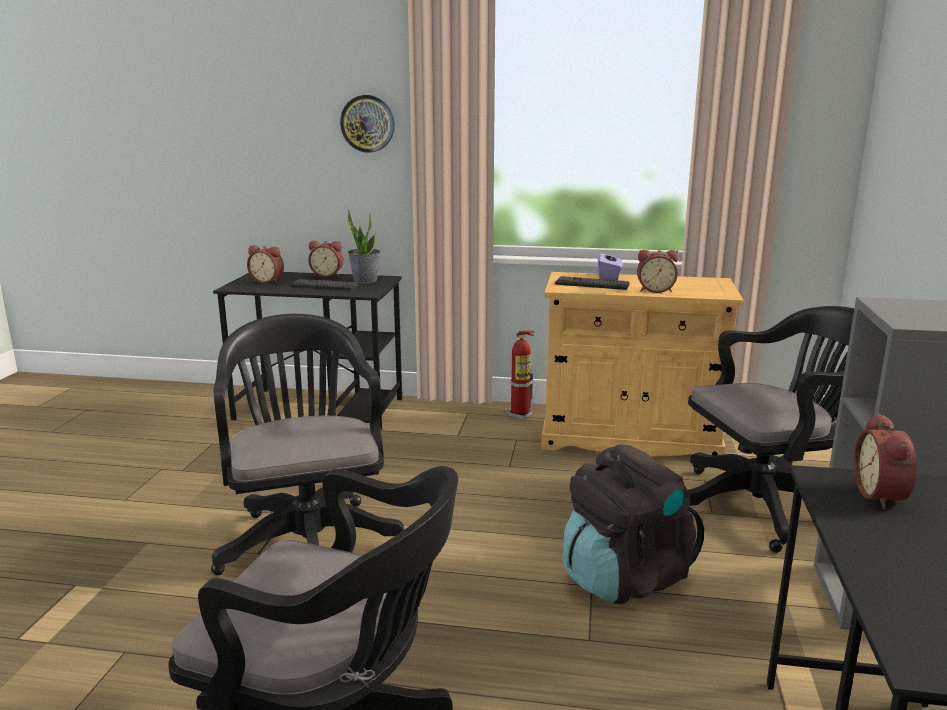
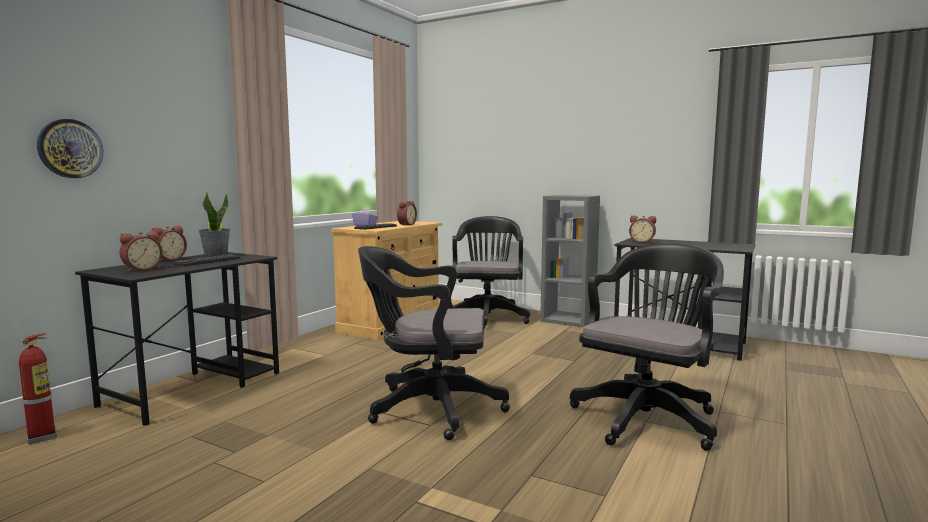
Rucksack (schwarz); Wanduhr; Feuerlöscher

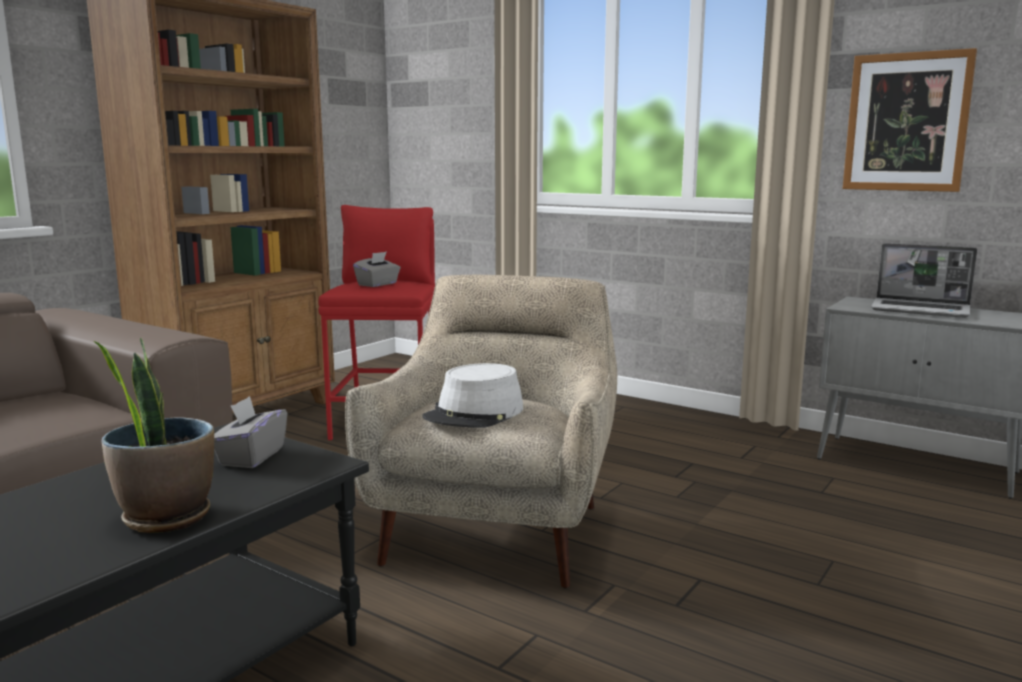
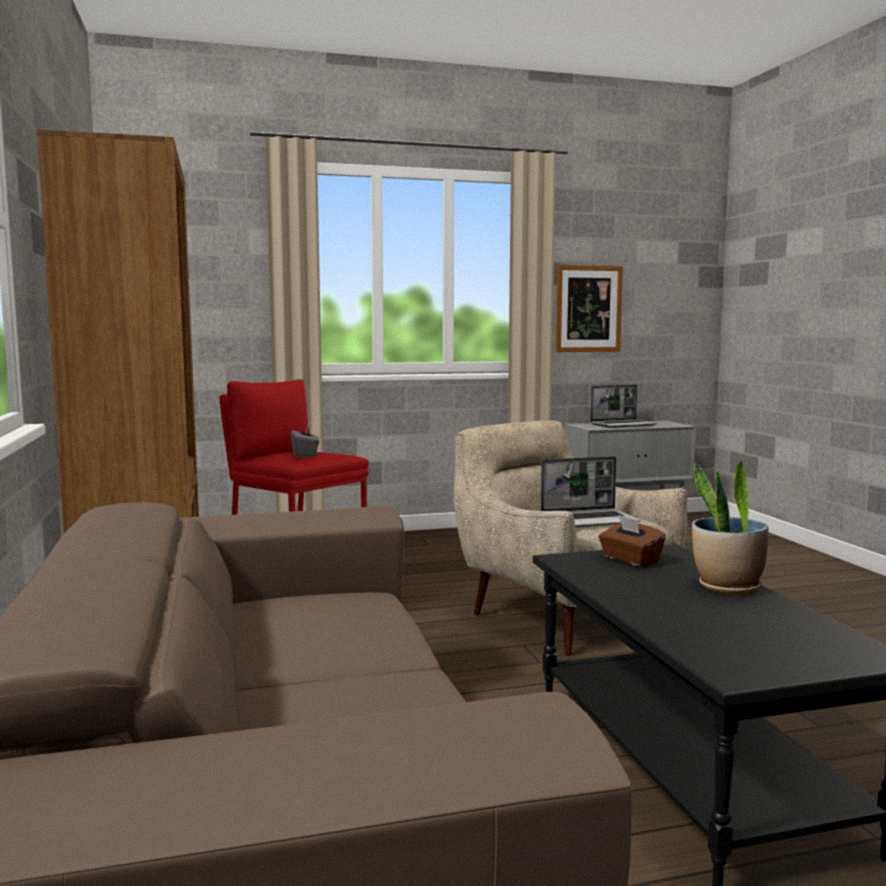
Laptop (1st from left); Taschentuchbox (braun)

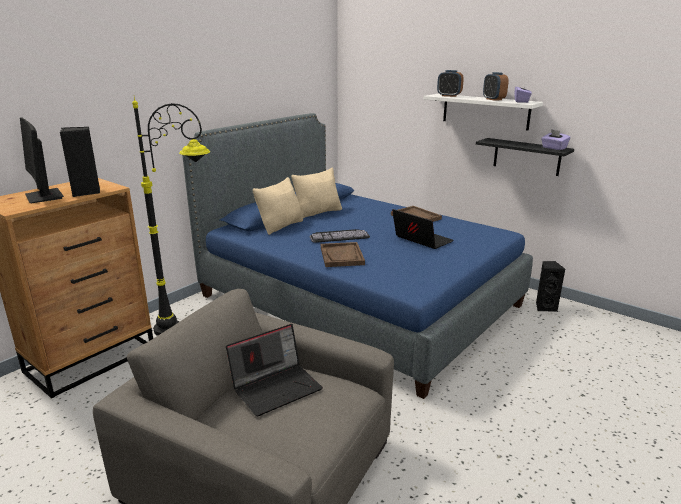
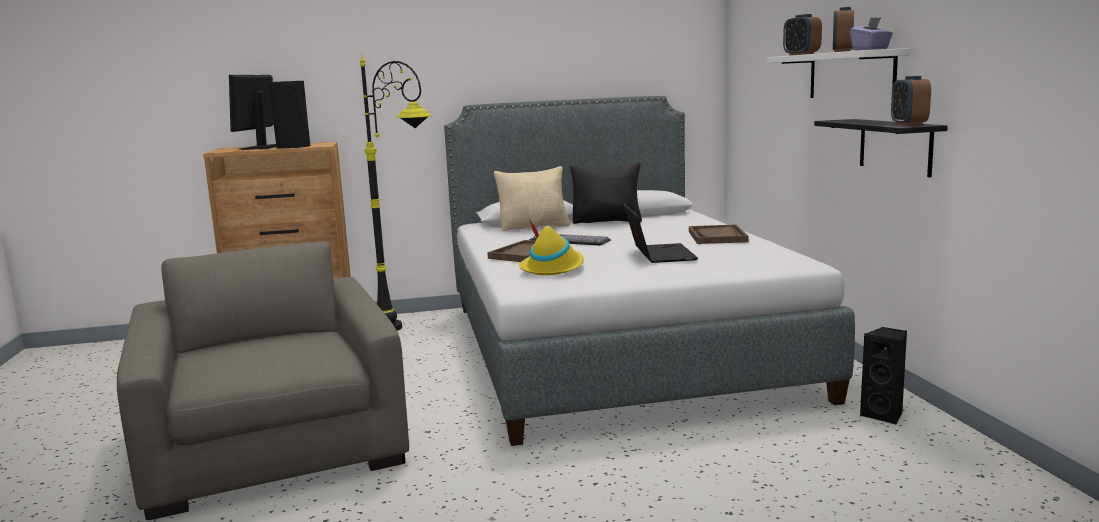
Laptop (1st from left in the first image); Hut (gelb); Wecker (3rd from left); Bett (grau); Kissen (schwarz)

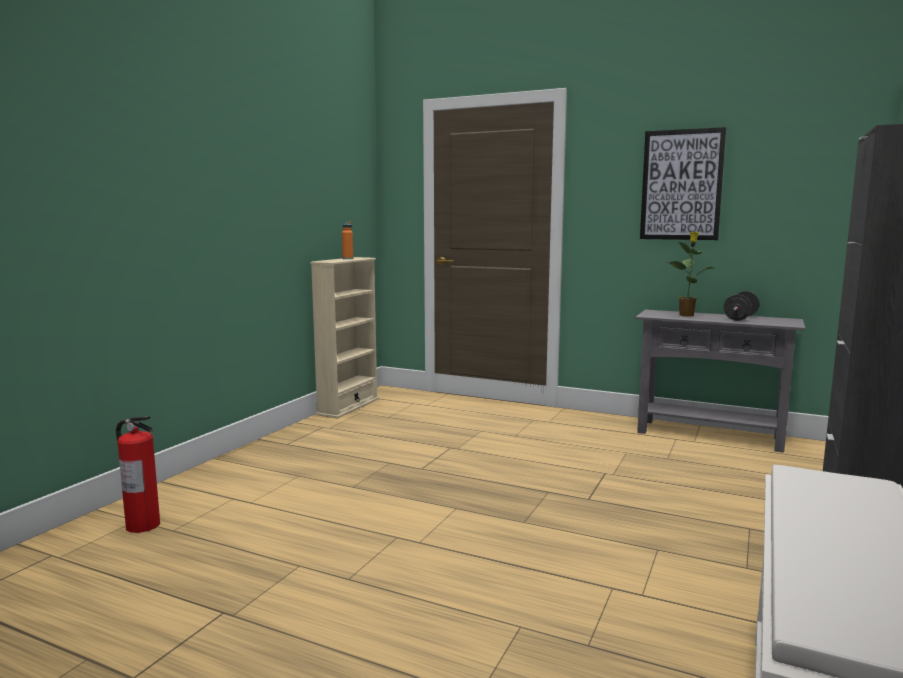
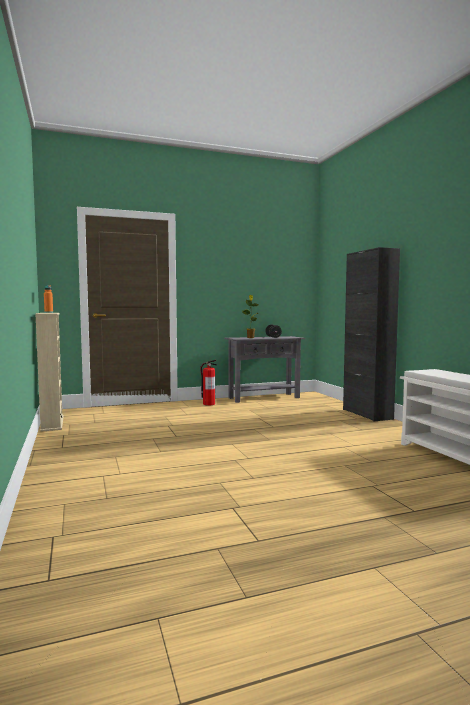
Bild; Feuerlöscher

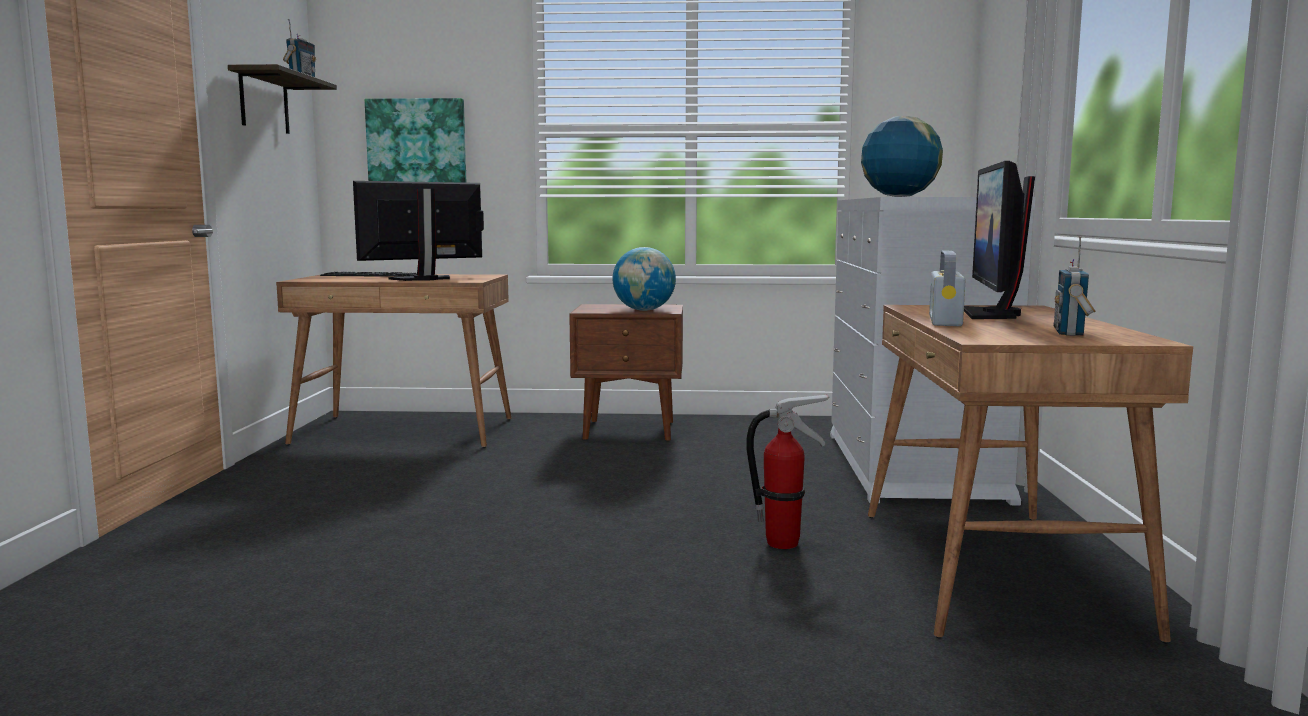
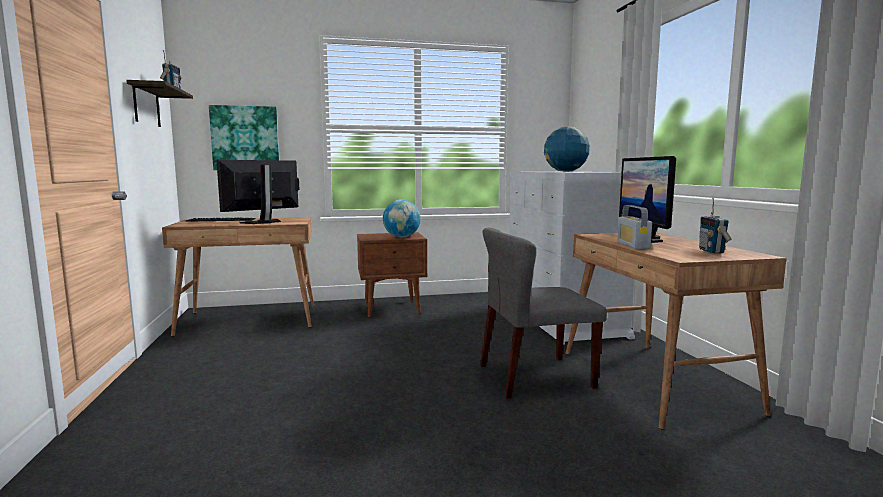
Stuhl (grau)

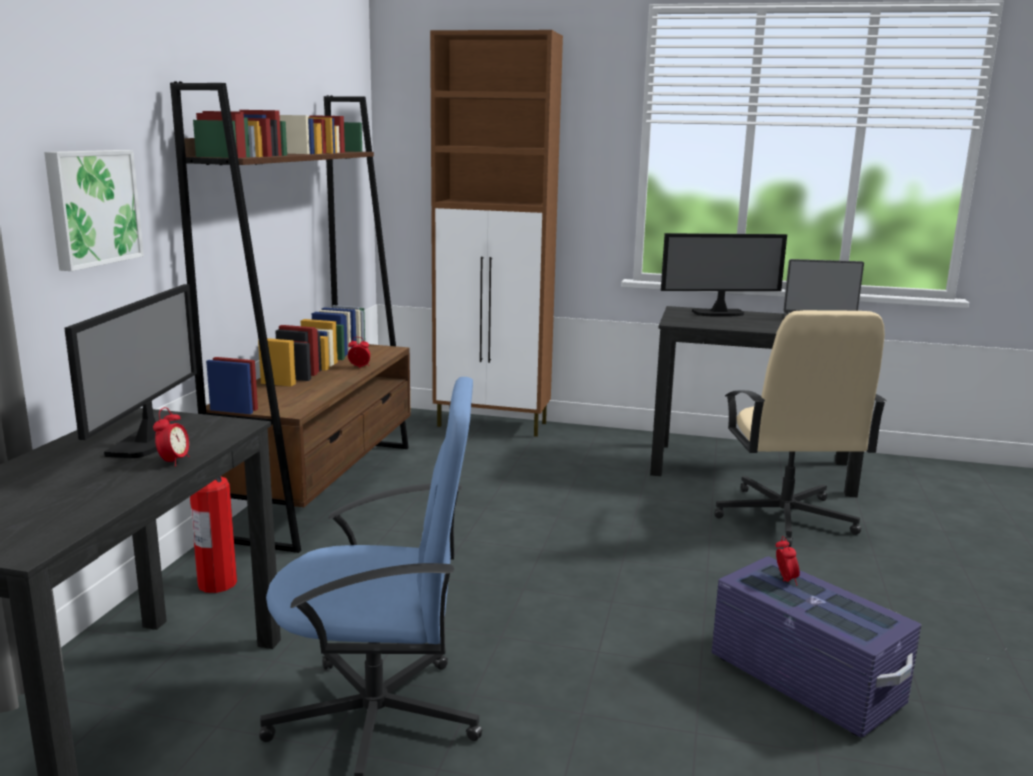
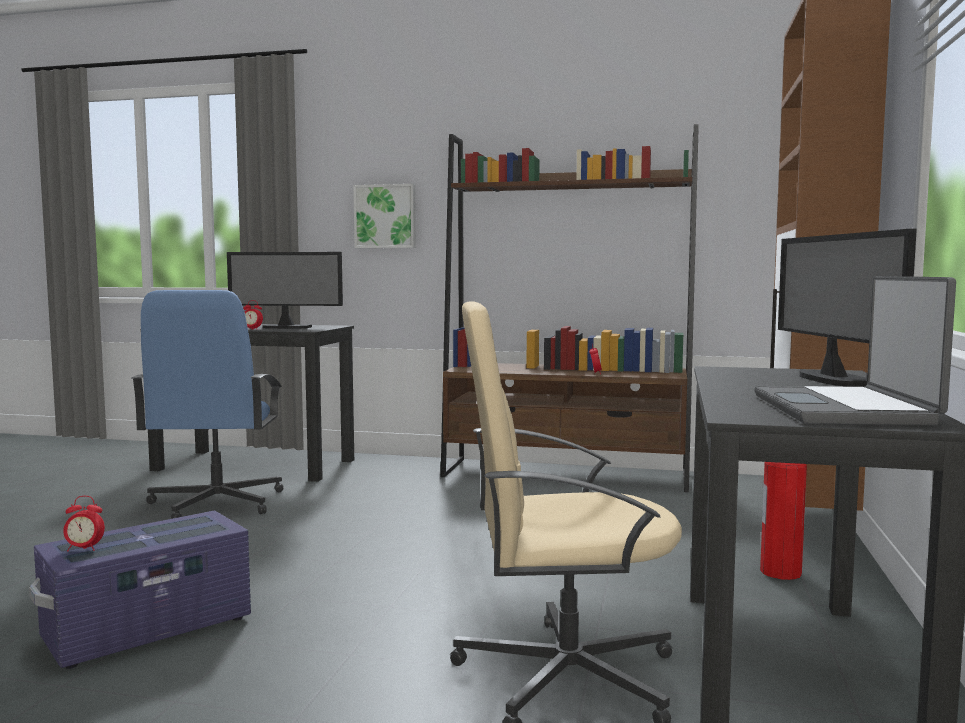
Feuerlöscher; Wecker (1st from left)

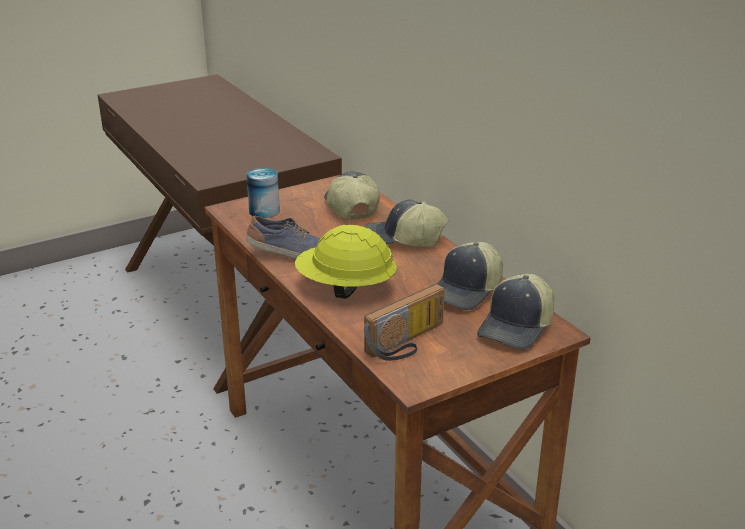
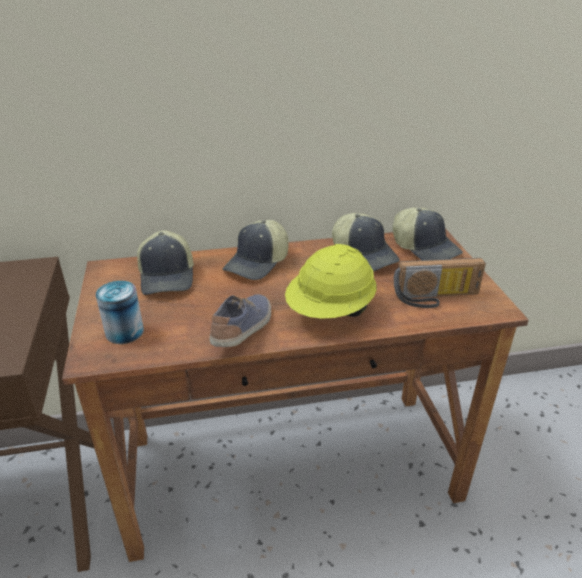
Kappe (1st from left); Radio

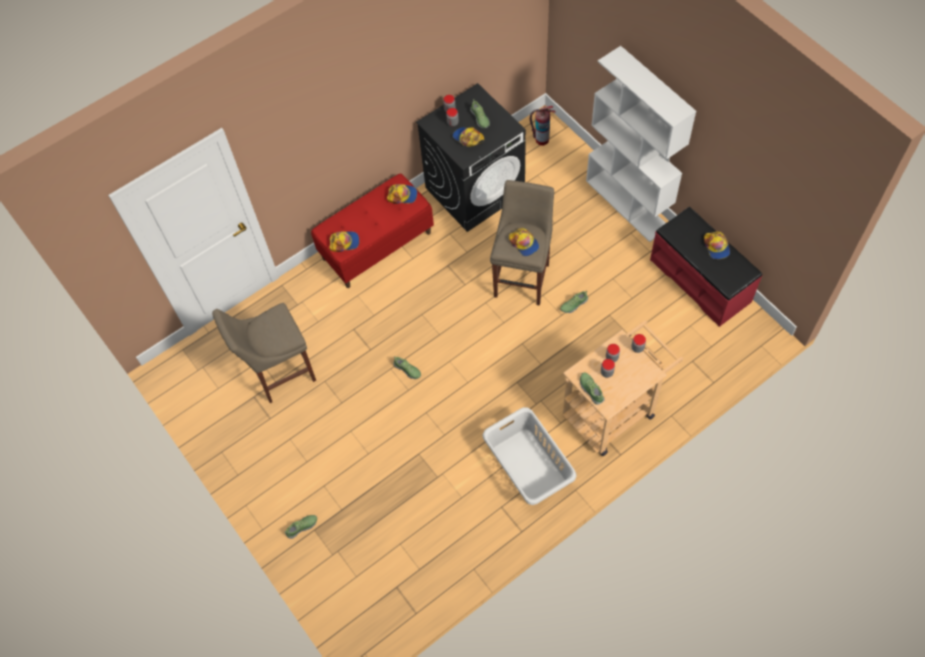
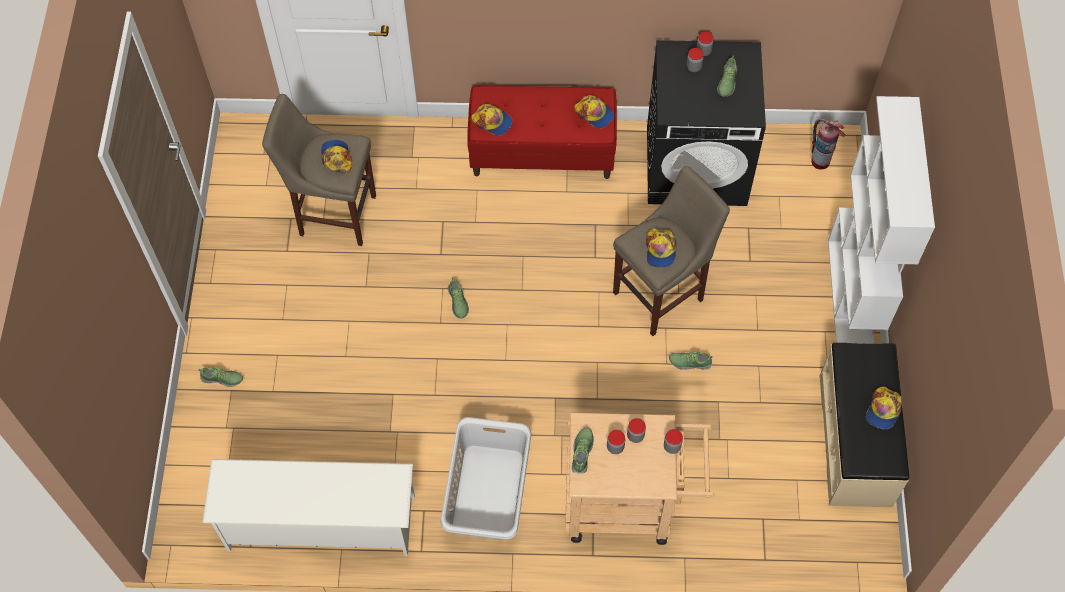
Schuhregal (weiß); Kappe (1st from left); Bank (beige)

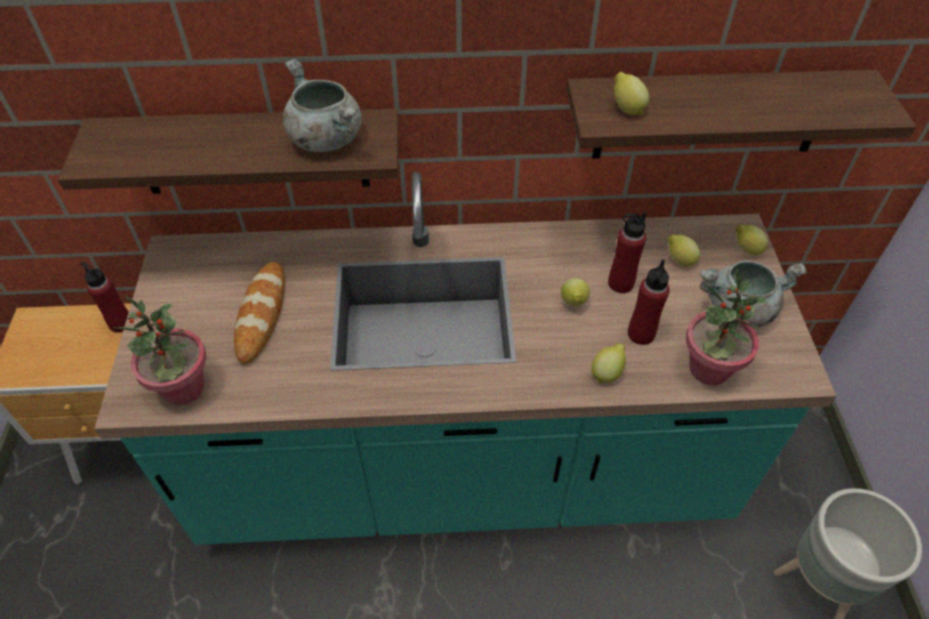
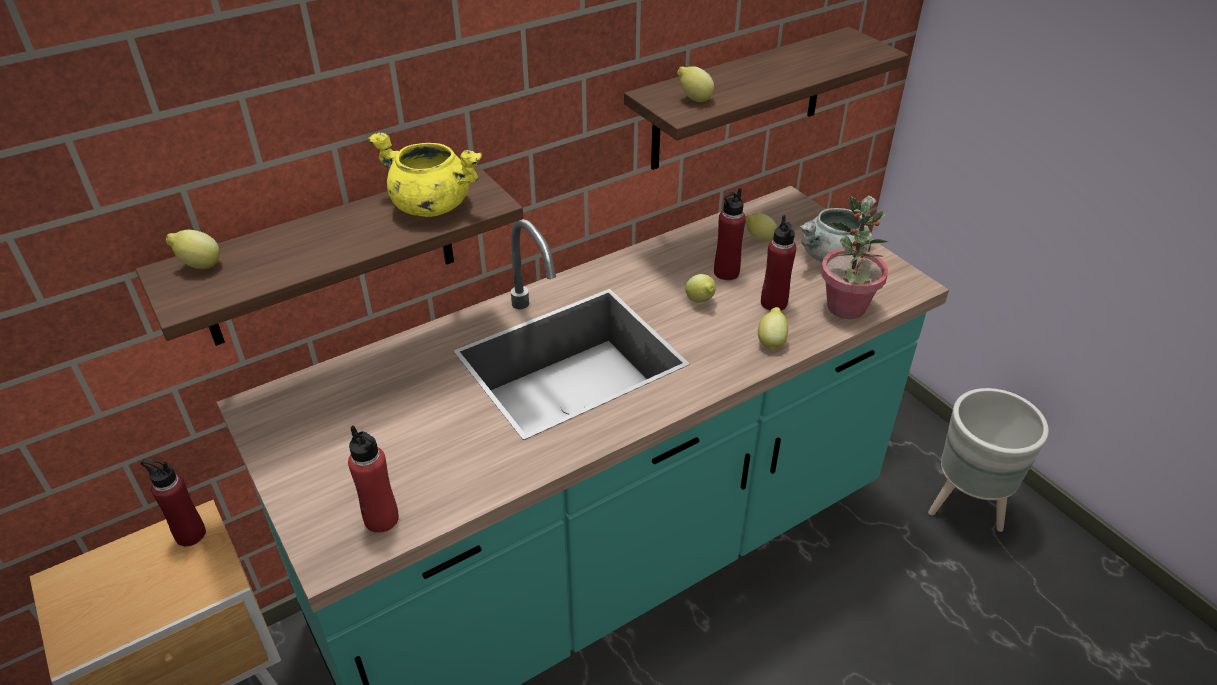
Brot; Zitrone (1st from left); Flasche (rot) (2nd from left); Kochtopf (gelb)

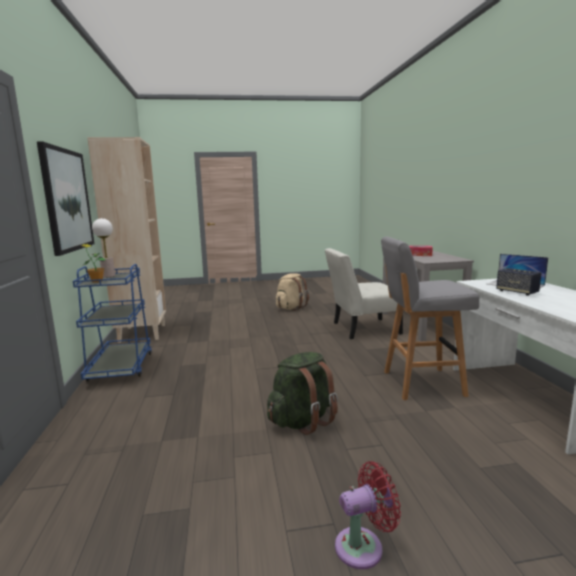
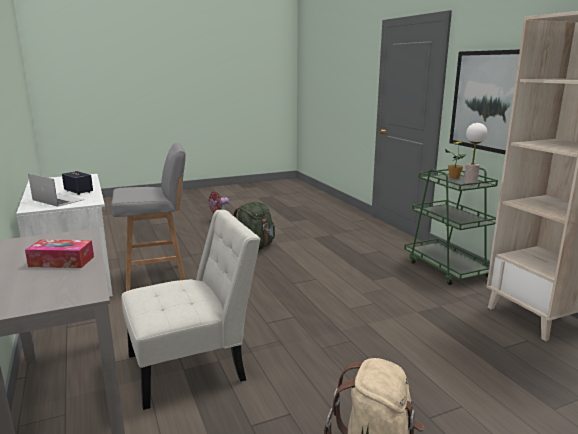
Rollwagen (grün)

